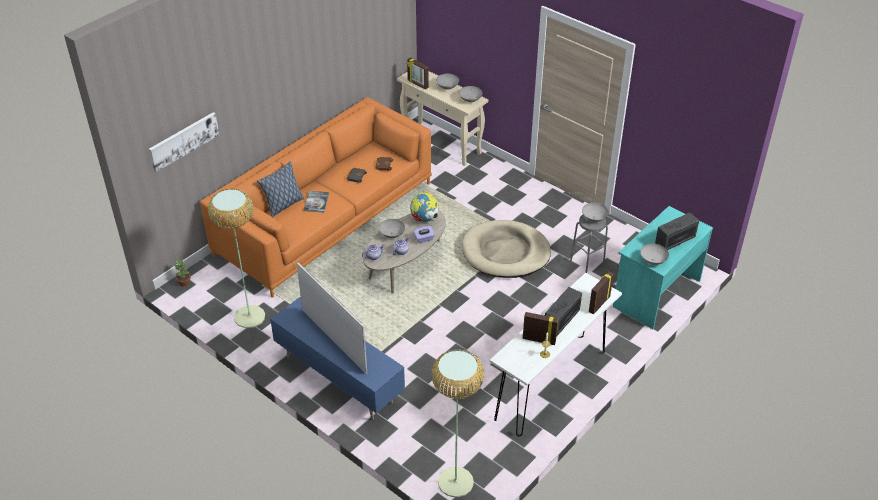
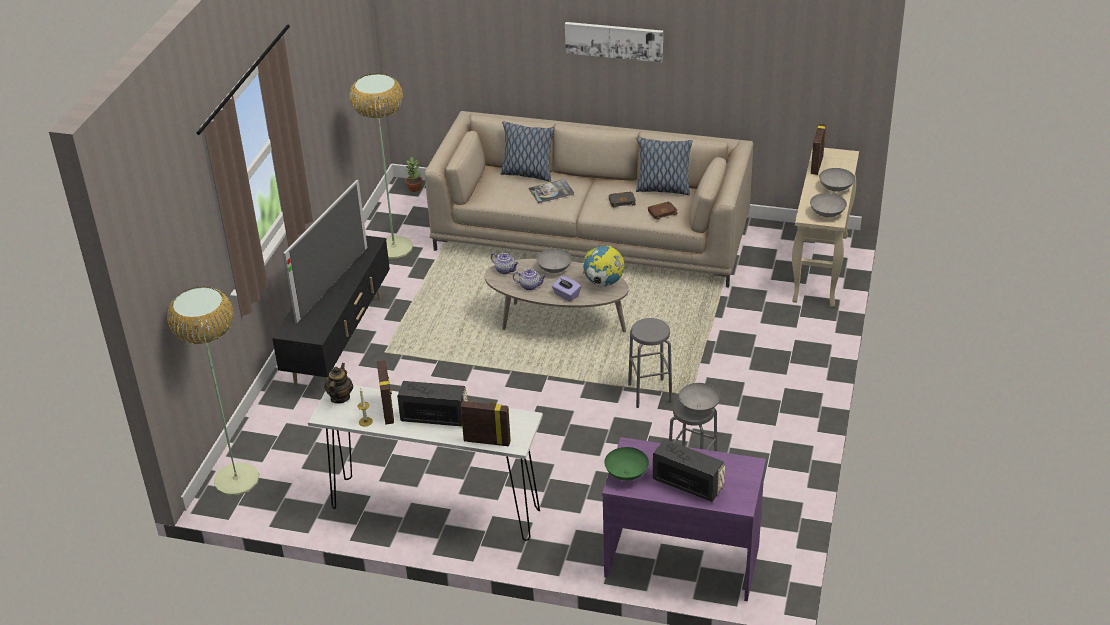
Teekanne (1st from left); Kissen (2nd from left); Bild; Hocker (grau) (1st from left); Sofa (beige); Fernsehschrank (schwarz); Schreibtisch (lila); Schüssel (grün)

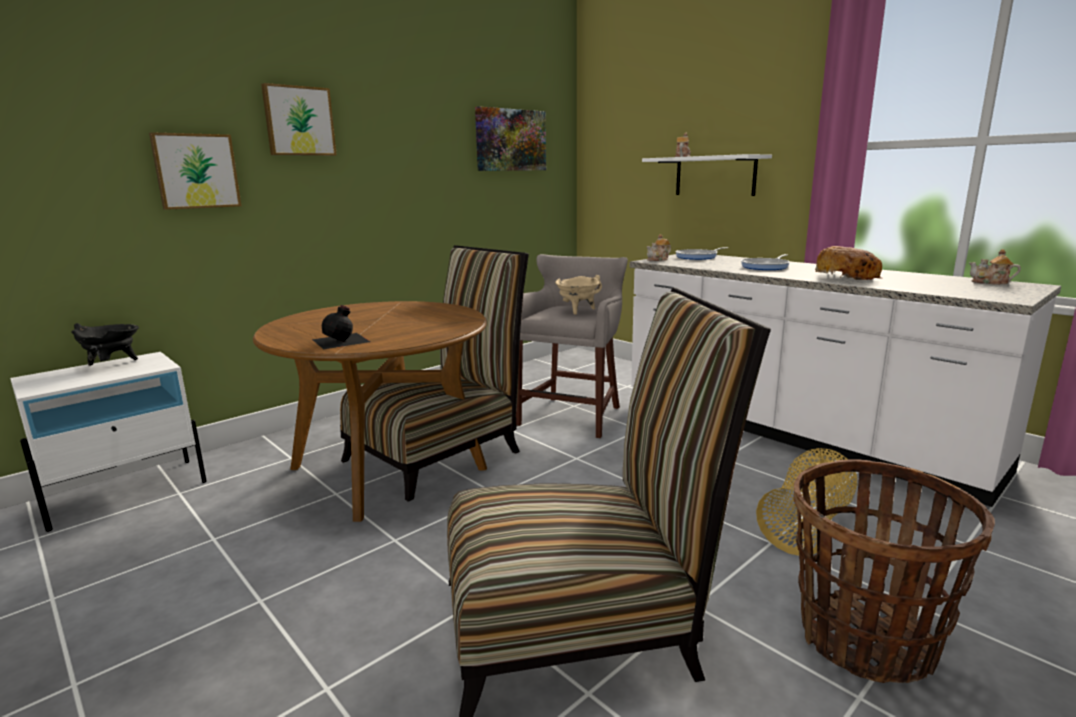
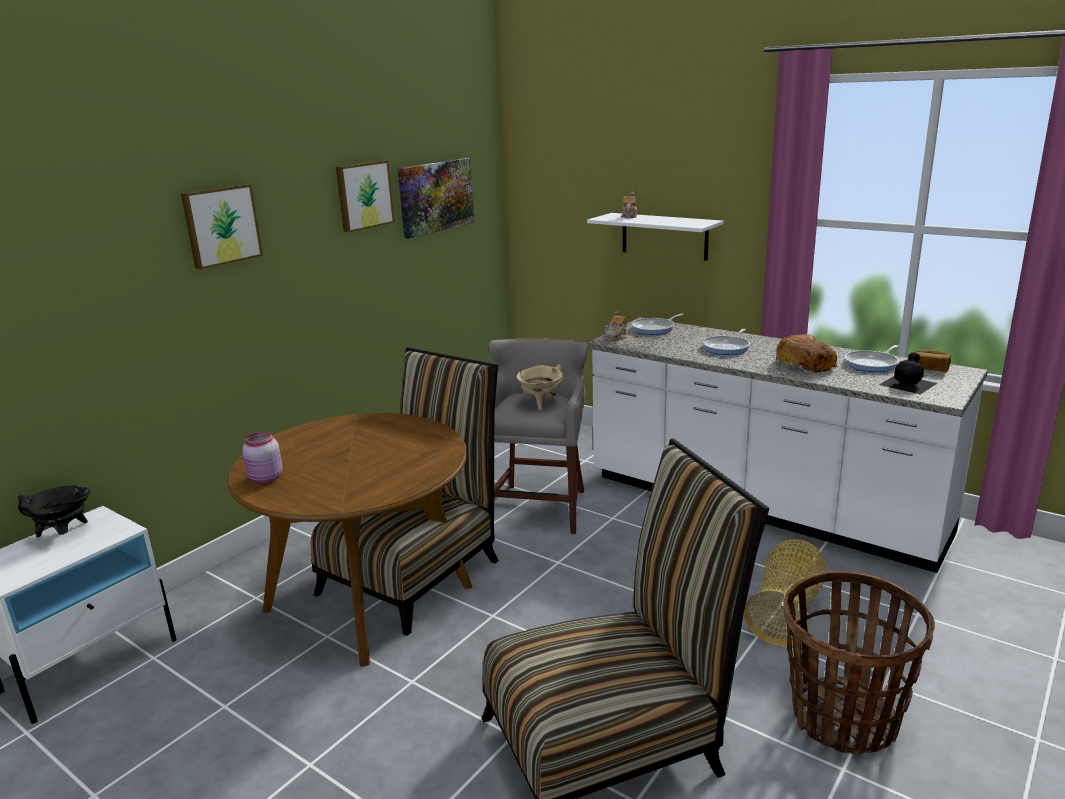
Vorratsglas (rosa); Pfanne (3rd from left); Bild (2nd from left); Flasche (schwarz); Brot (2nd from left)

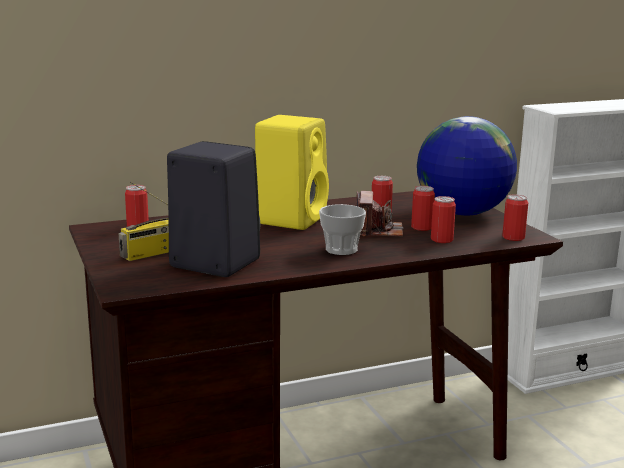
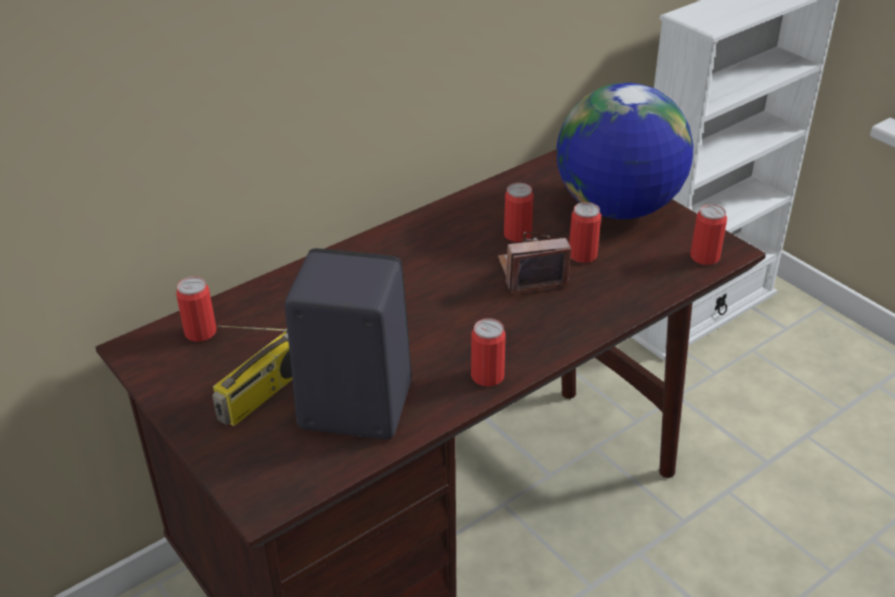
Lautsprecher (gelb); Tasse; Dose (2nd from left); Kamera

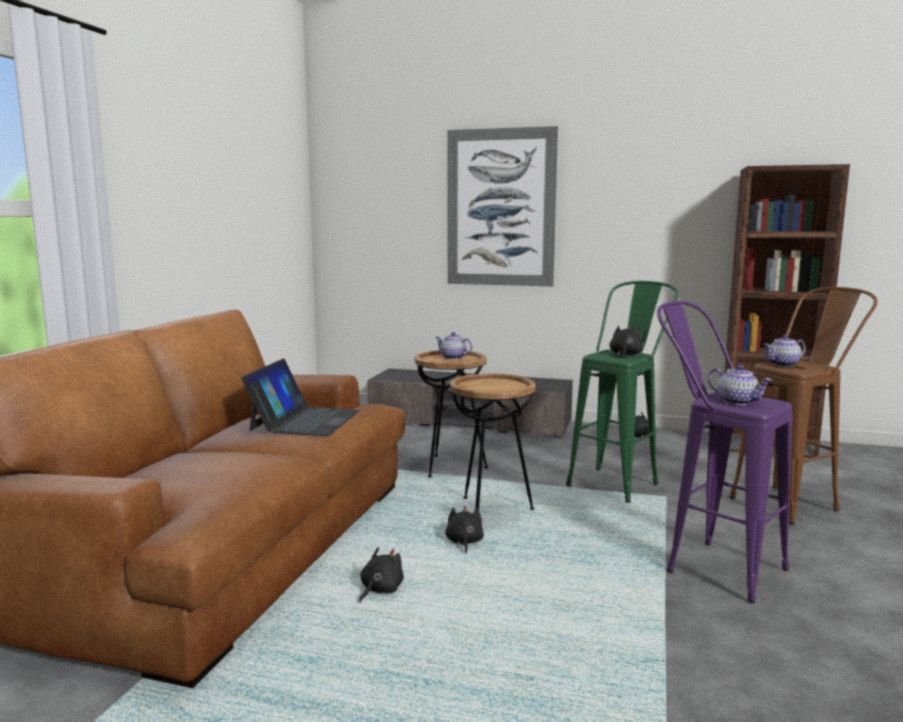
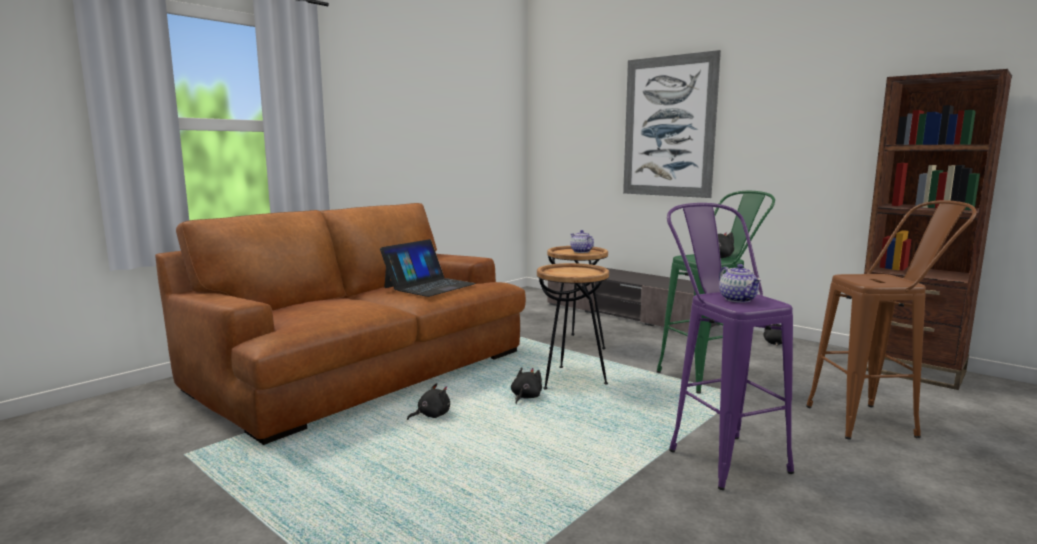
Teekanne (3rd from left in the first image)

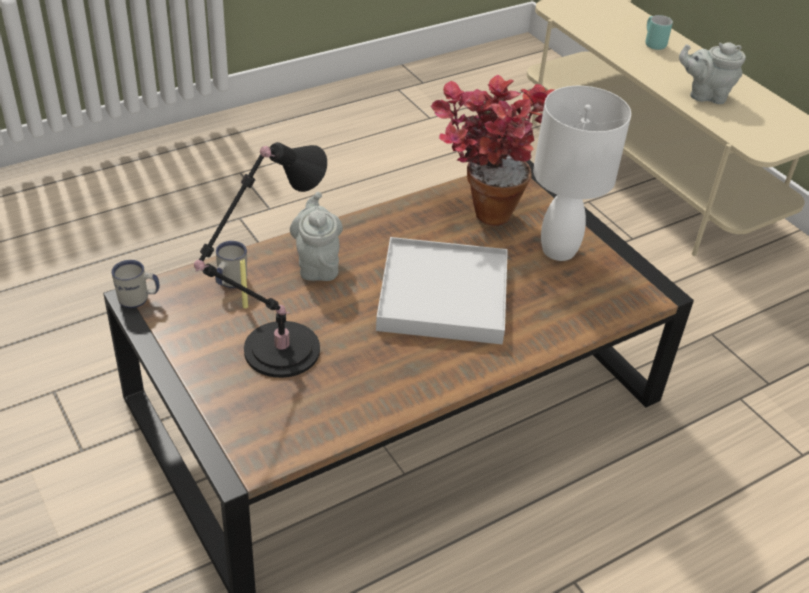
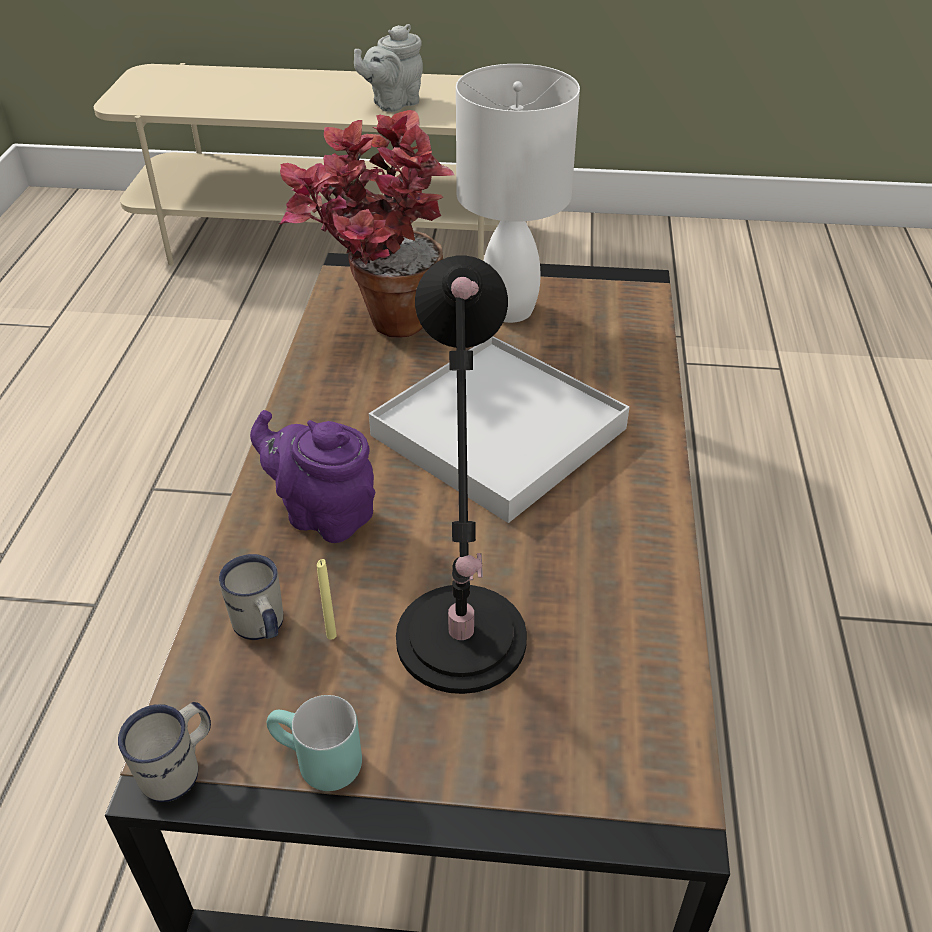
Henkelbecher (türkis); Teekanne (lila)

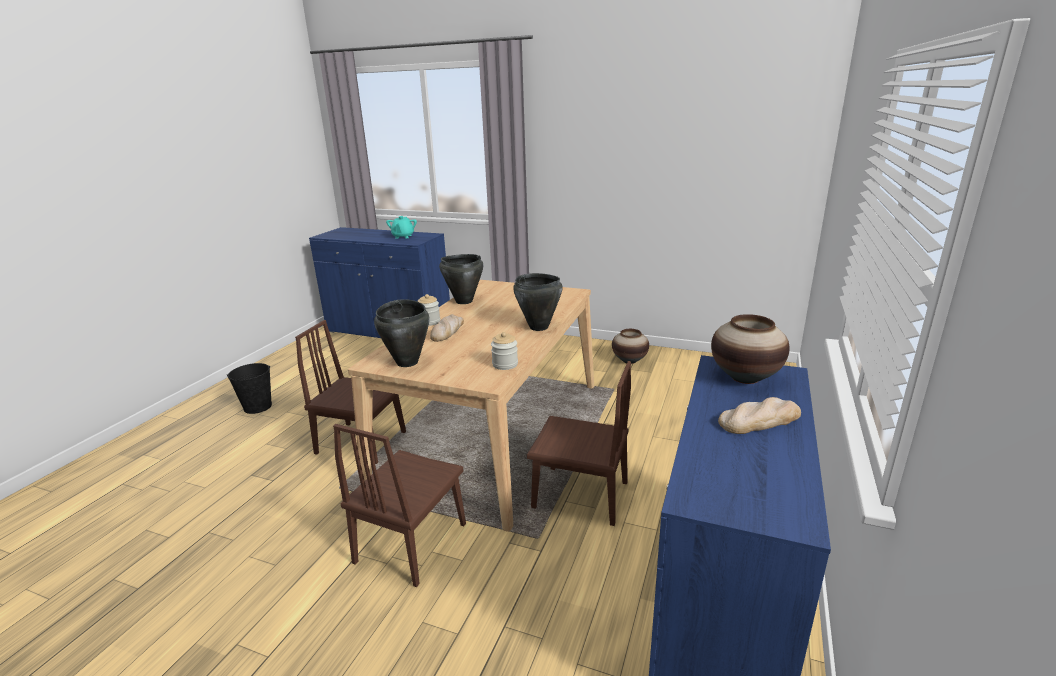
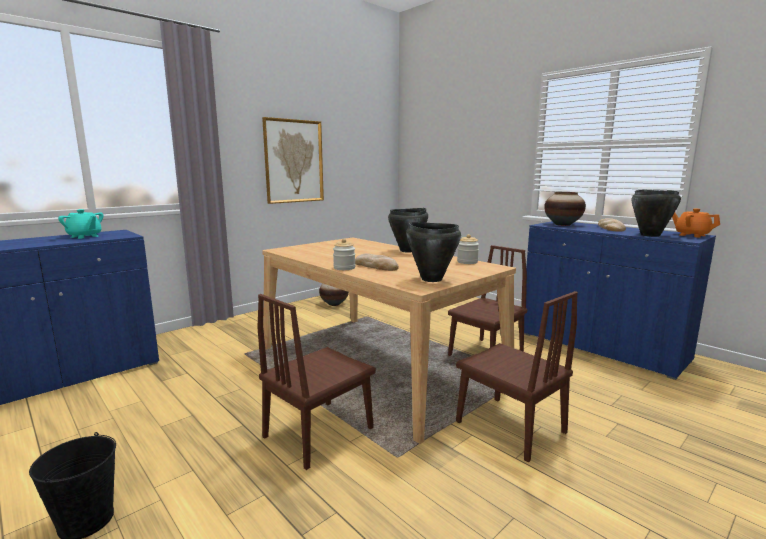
Bild; Teekanne (orange); Kochtopf (schwarz) (3rd from left)

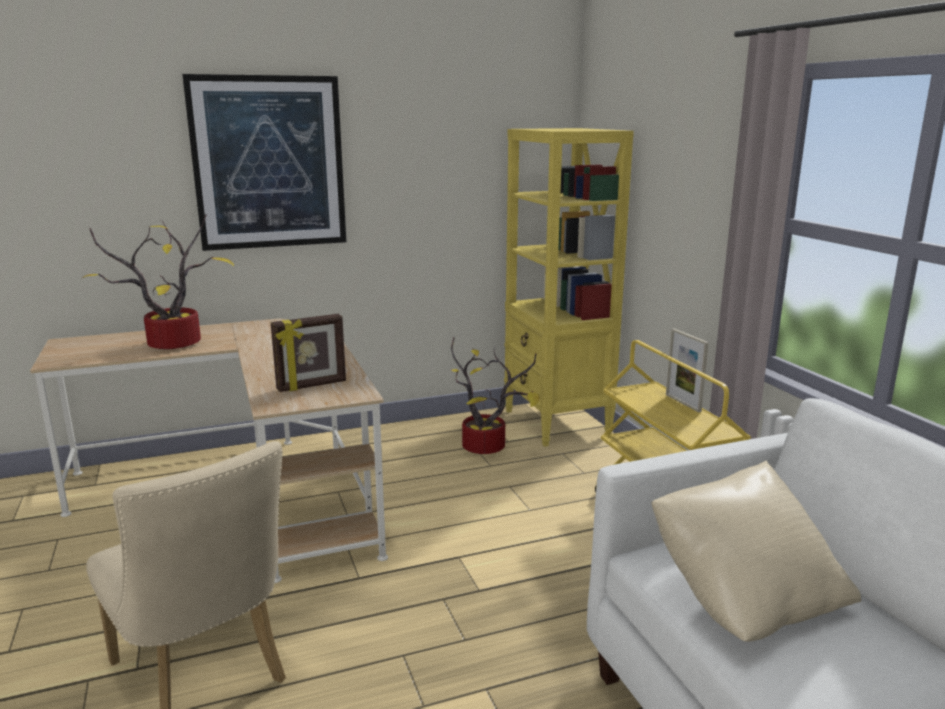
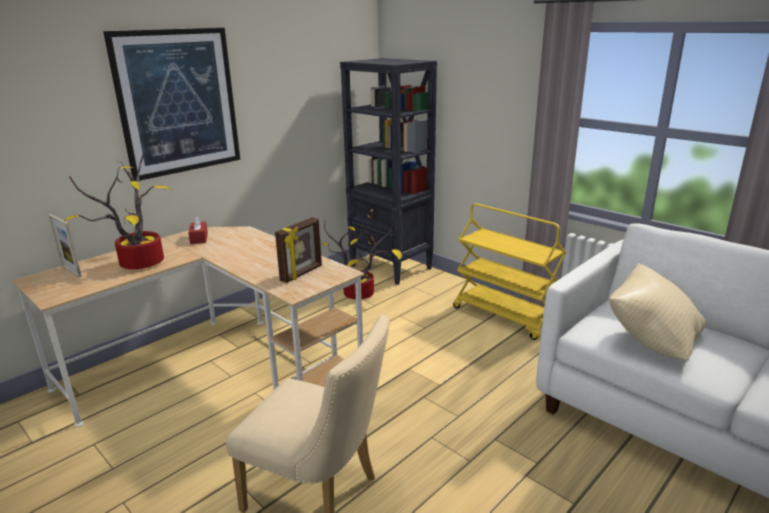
Taschentuchbox (rot); Bilderrahmen (1st from left); Bücherregal (schwarz)

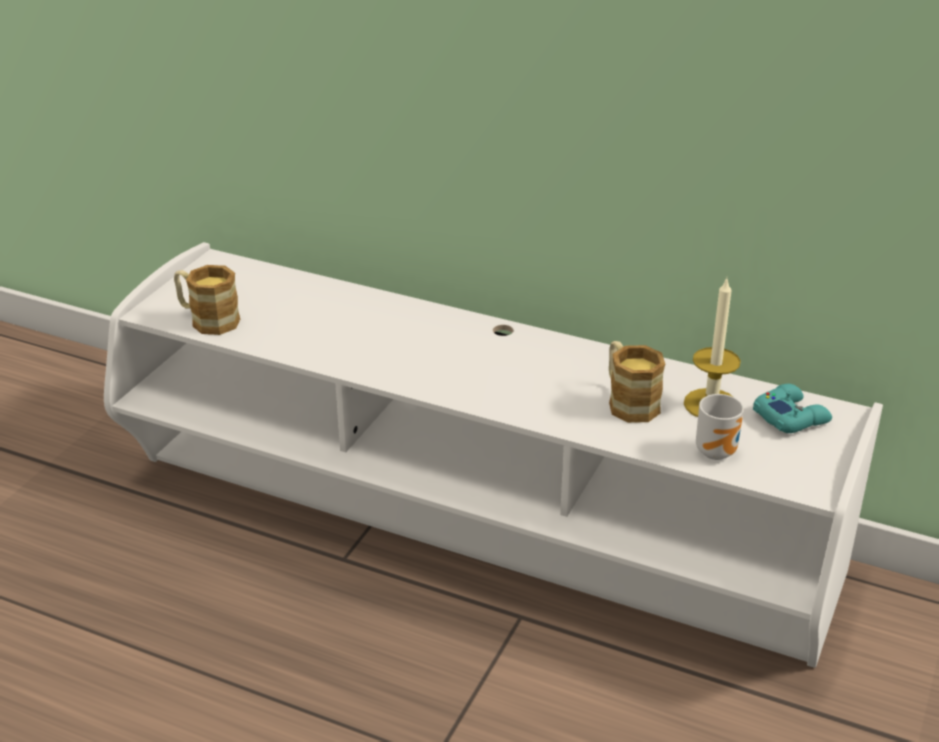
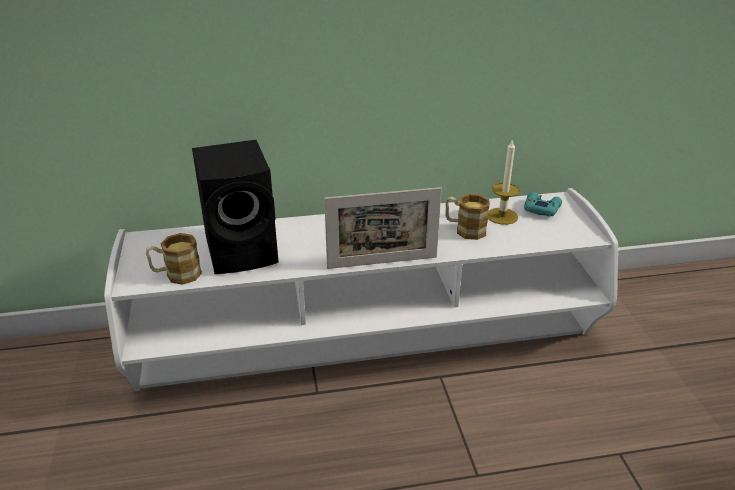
Henkelbecher (3rd from left in the first image); Lautsprecher (schwarz); Bilderrahmen

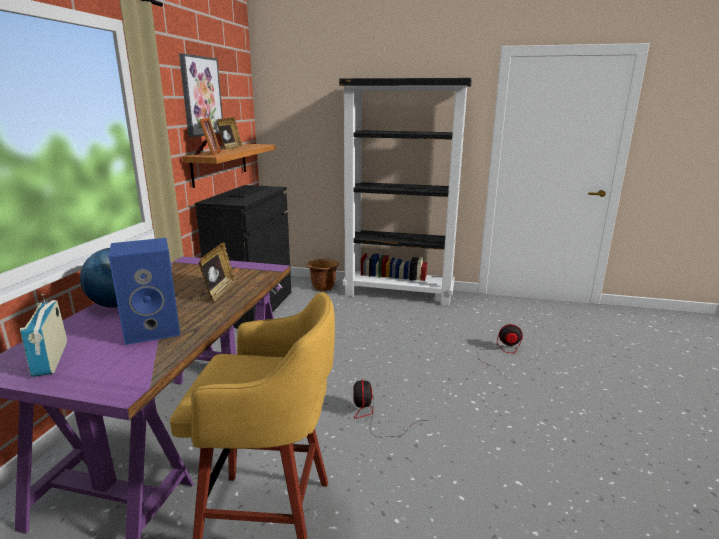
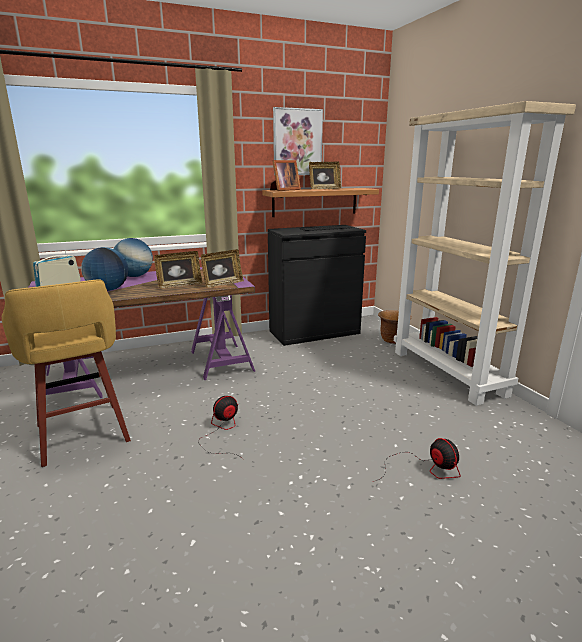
Bilderrahmen (2nd from left); Globus (1st from left); Bücherregal (beige)

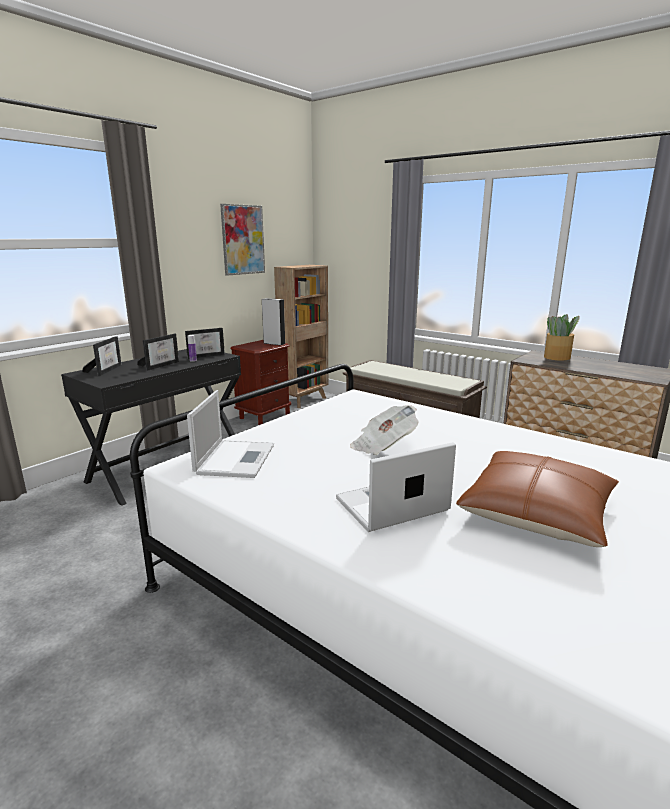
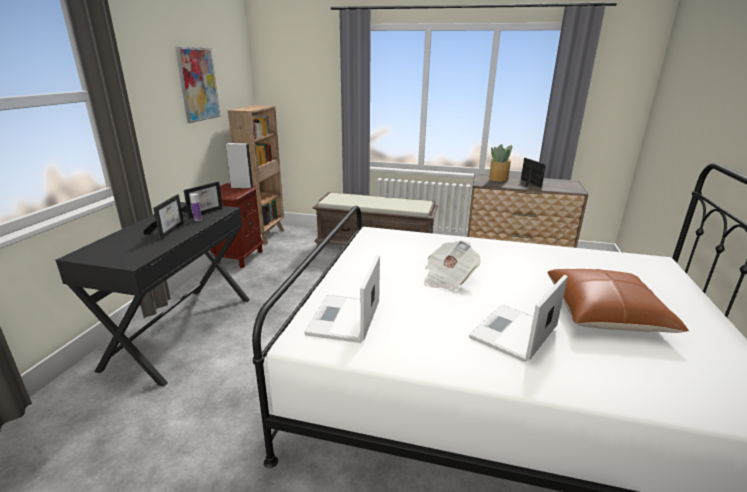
Bilderrahmen (3rd from left); Laptop (1st from left)

